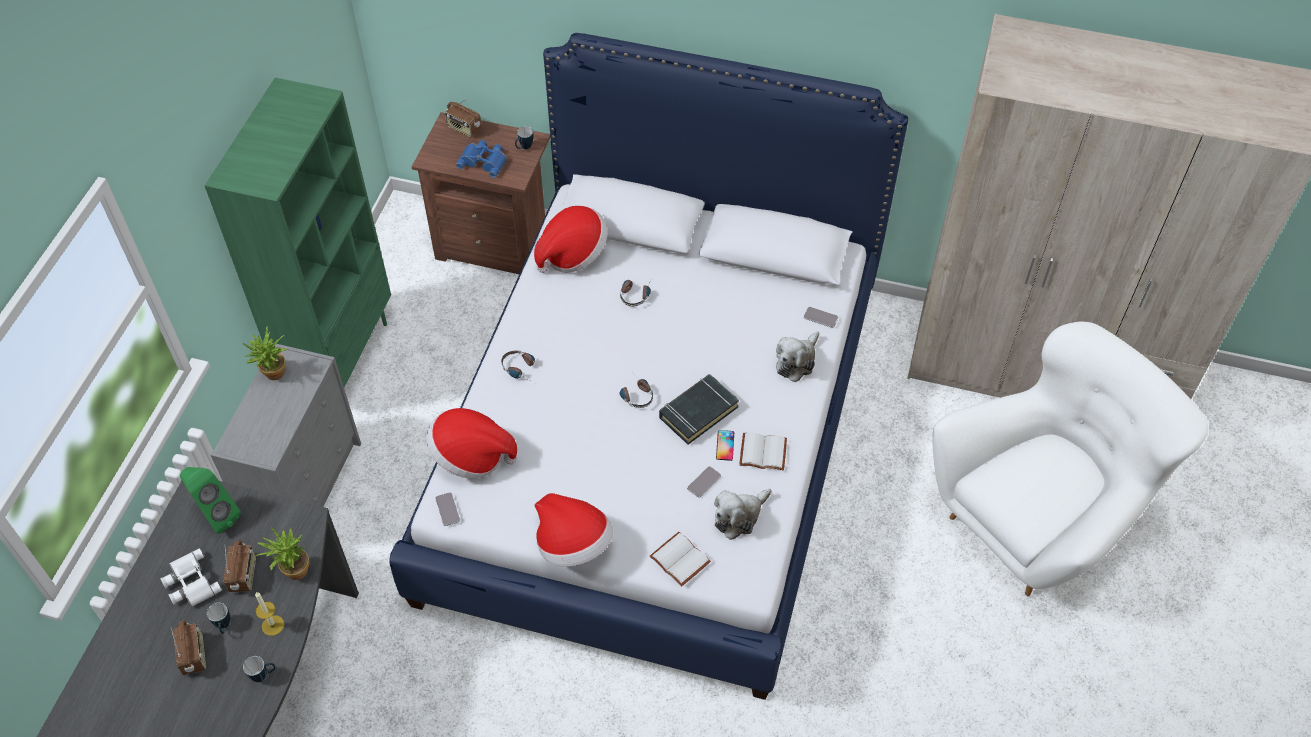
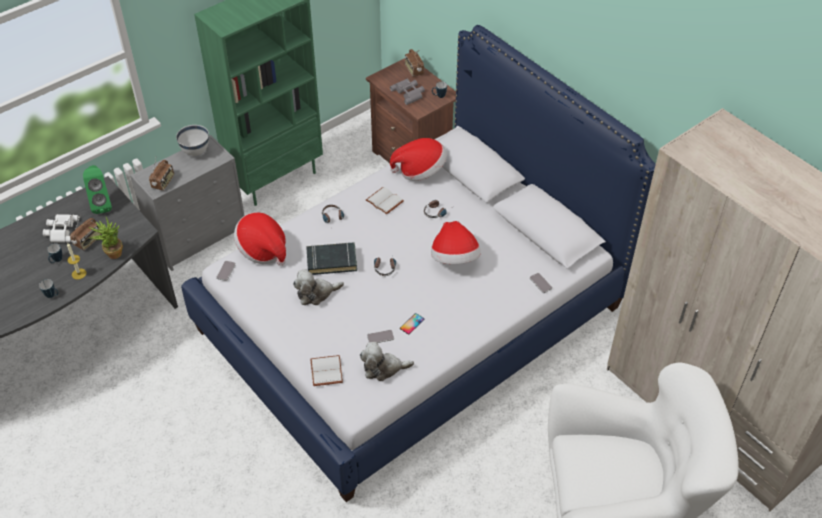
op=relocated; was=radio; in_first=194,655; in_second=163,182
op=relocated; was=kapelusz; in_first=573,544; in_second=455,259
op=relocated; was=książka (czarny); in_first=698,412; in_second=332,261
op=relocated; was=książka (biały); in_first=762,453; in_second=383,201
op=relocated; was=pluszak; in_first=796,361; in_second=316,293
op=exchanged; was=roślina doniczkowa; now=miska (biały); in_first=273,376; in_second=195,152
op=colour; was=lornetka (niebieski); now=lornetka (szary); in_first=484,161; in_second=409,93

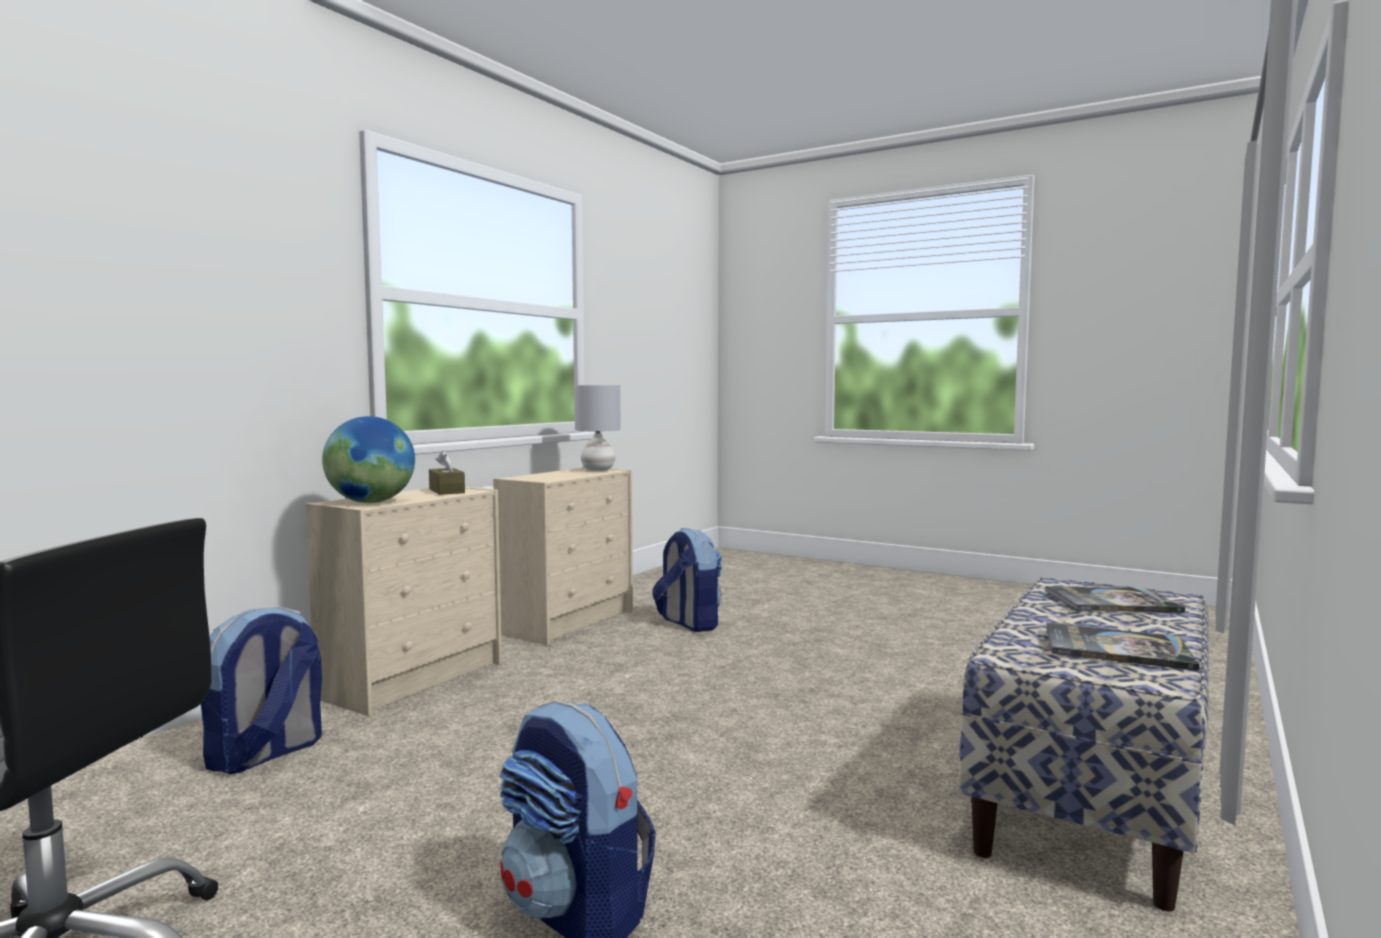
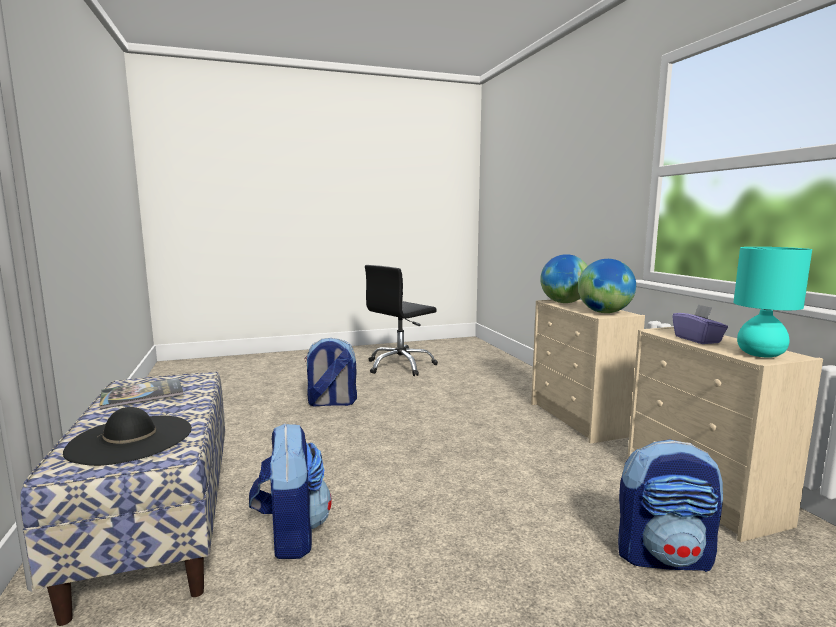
op=appeared; now=pudełko chusteczek (fioletowy); in_second=697,340
op=relocated; was=plecak; in_first=265,754; in_second=291,534
op=exchanged; was=pudełko chusteczek (brązowy); now=globus; in_first=446,491; in_second=604,312
op=exchanged; was=książka; now=kapelusz (czarny); in_first=1111,602; in_second=131,439
op=colour; was=lampa stołowa (szary); now=lampa stołowa (turkusowy); in_first=598,469; in_second=761,354

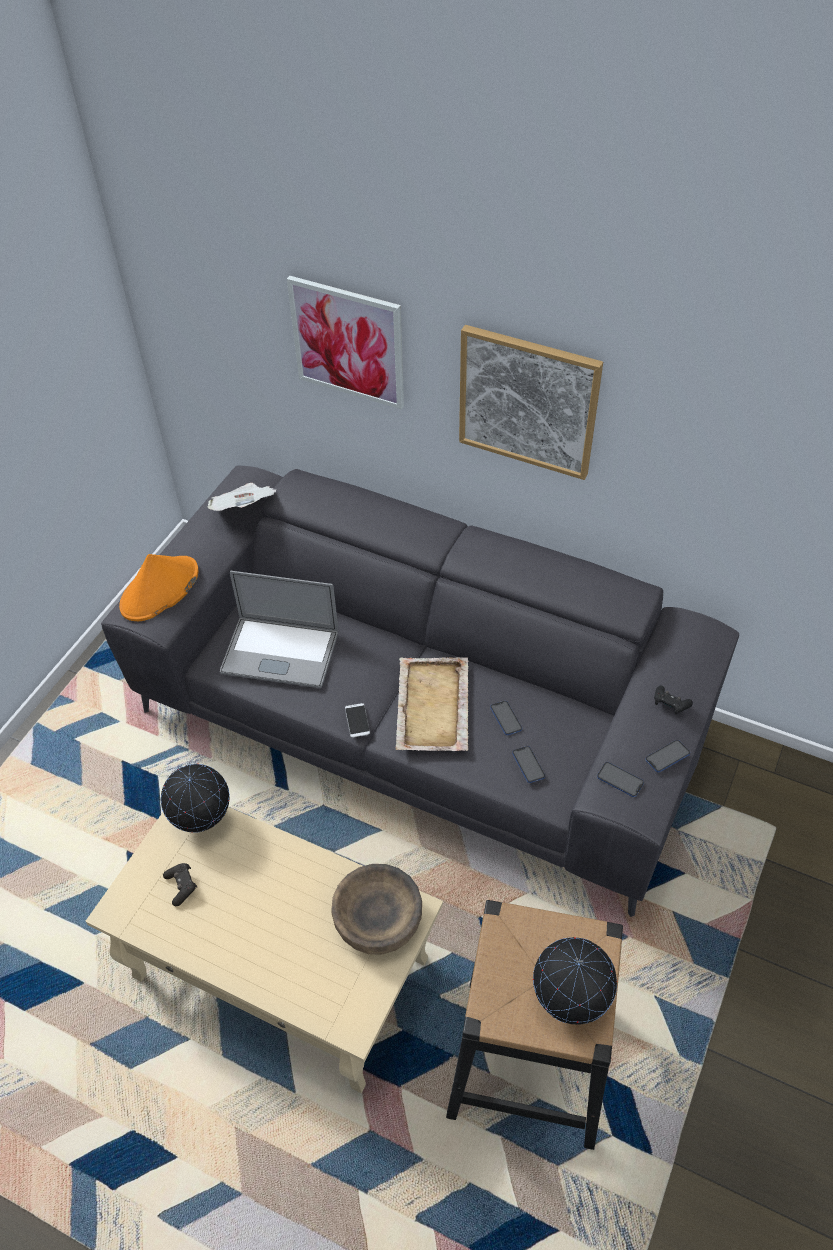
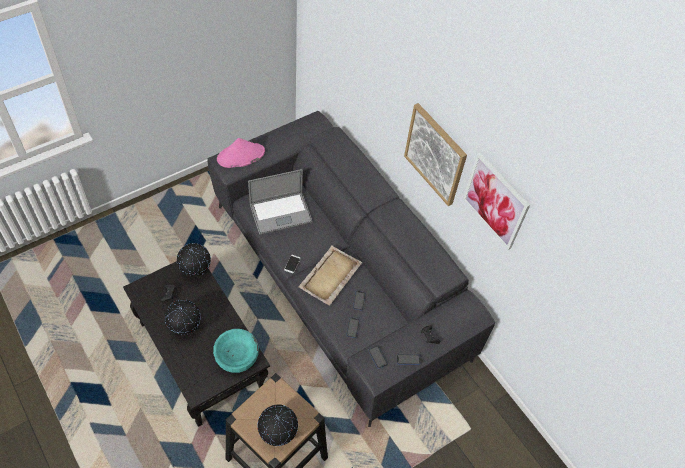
op=missing; was=gazeta; in_first=244,510
op=appeared; now=globus; in_second=185,327
op=relocated; was=obraz; in_first=348,342; in_second=495,201
op=colour; was=ława (beżowy); now=ława (czarny); in_first=283,969; in_second=202,356
op=colour; was=kapelusz (pomarańczowy); now=kapelusz (różowy); in_first=159,590; in_second=240,156
op=colour; was=miska (brązowy); now=miska (turkusowy); in_first=378,920; in_second=237,356
op=spun; was=laptop; in_first=280,652; in_second=280,213; clockwise=-60

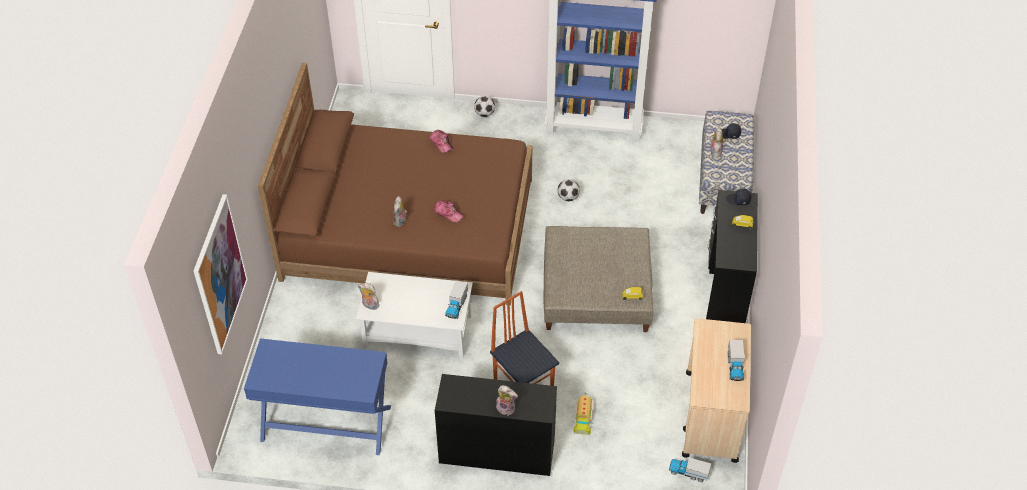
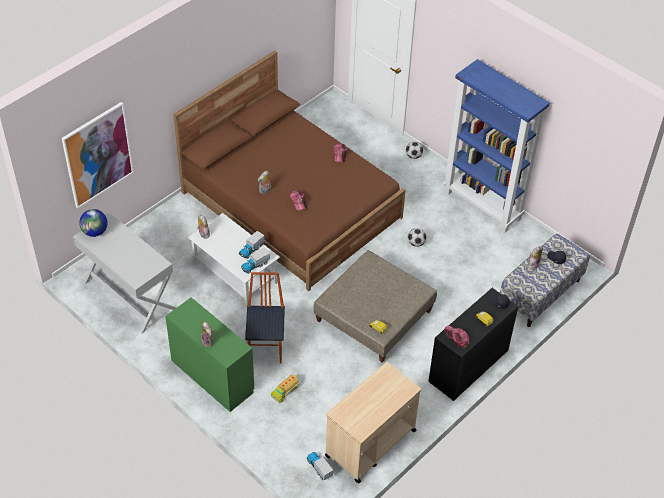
op=appeared; now=globus; in_second=95,232
op=appeared; now=czapka z daszkiem; in_second=456,337
op=relocated; was=ciężarówka zabawkowa; in_first=735,366; in_second=251,250
op=colour; was=stolik konsolowy (niebieski); now=stolik konsolowy (biały); in_first=326,423; in_second=129,295
op=colour; was=biurko (czarny); now=biurko (zielony); in_first=496,451; in_second=212,376

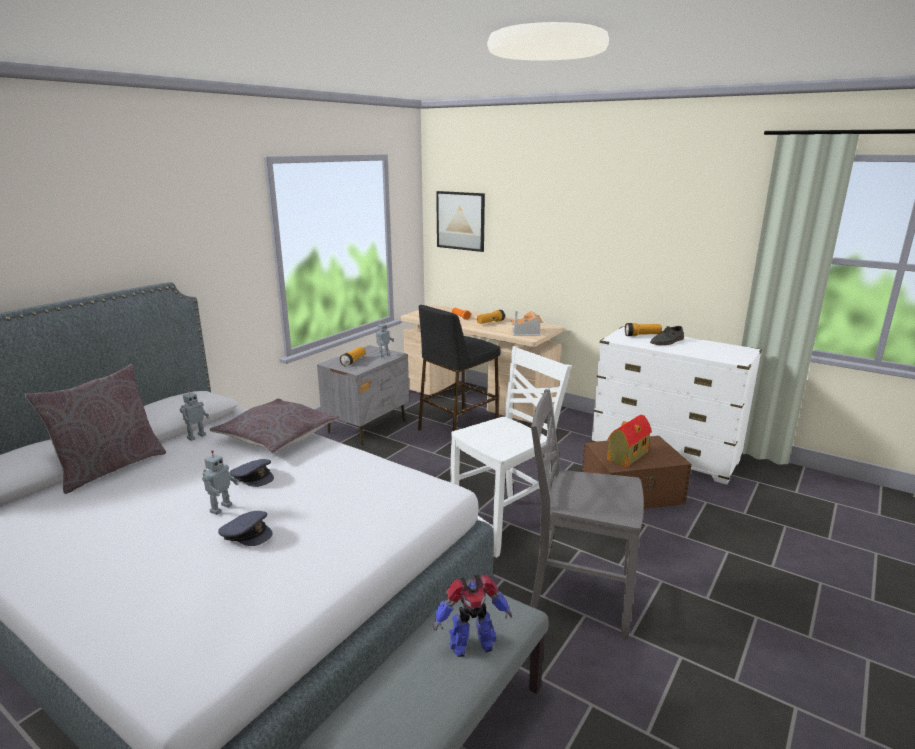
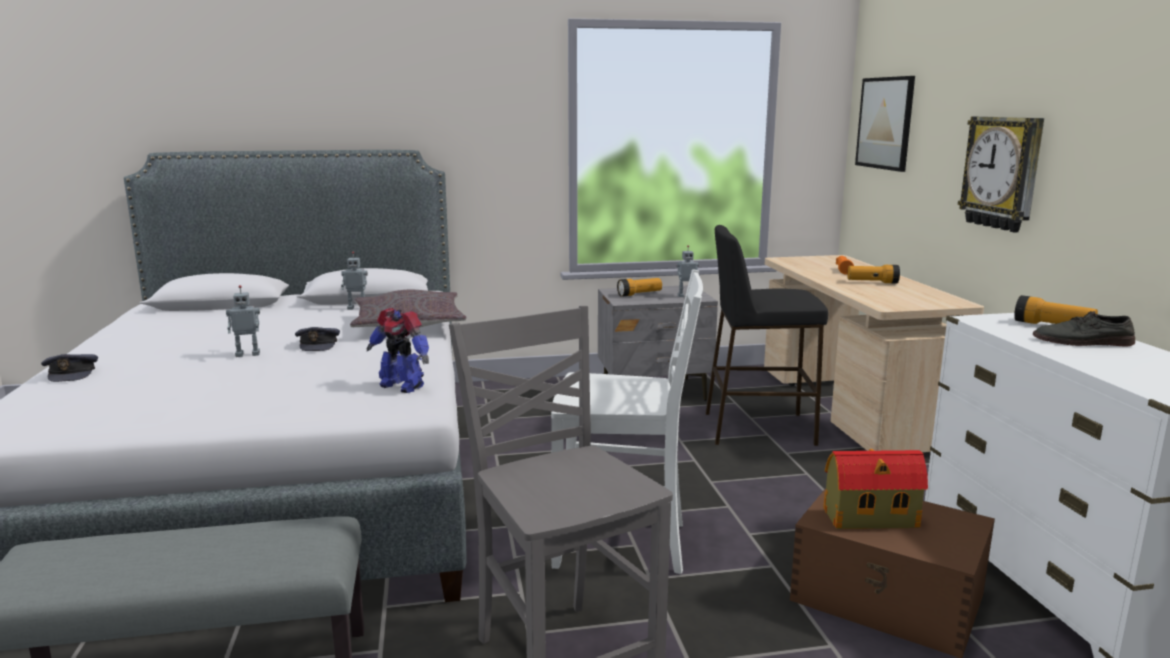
op=missing; was=poduszka (szary); in_first=110,468
op=missing; was=domek; in_first=526,332
op=appeared; now=zegar ścienny; in_second=1002,173
op=relocated; was=czapka z daszkiem (szary); in_first=247,534; in_second=72,373
op=relocated; was=robot zabawkowy; in_first=471,644; in_second=402,386

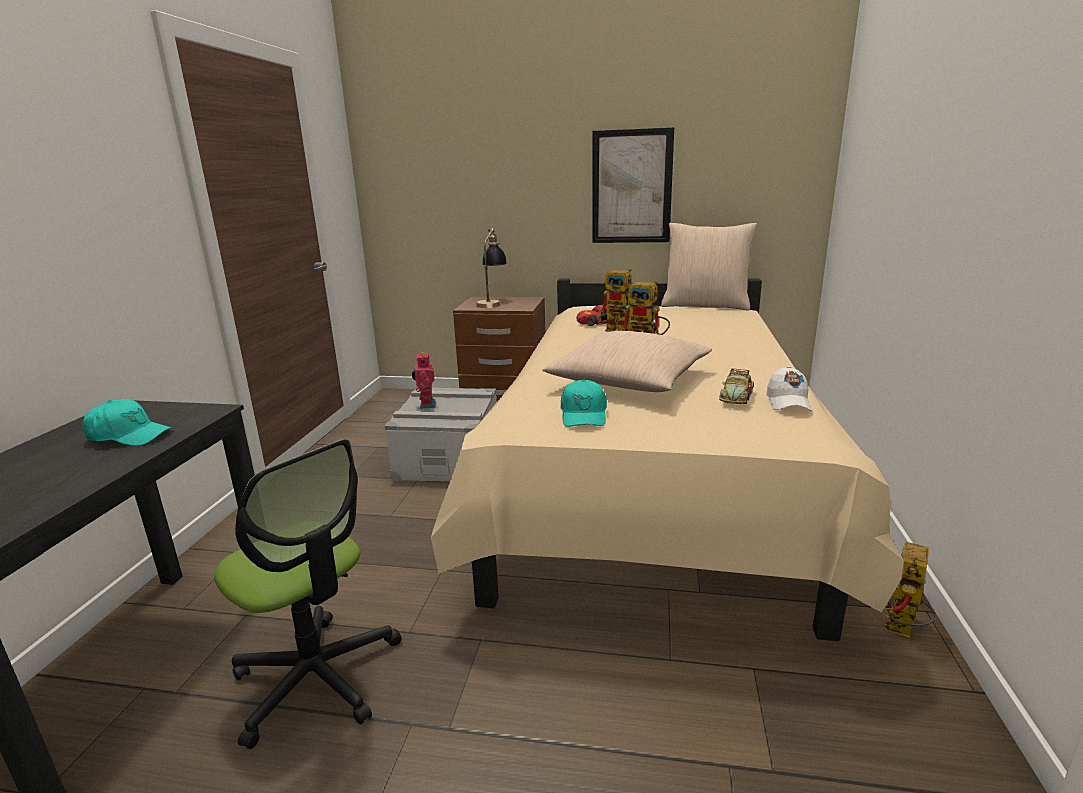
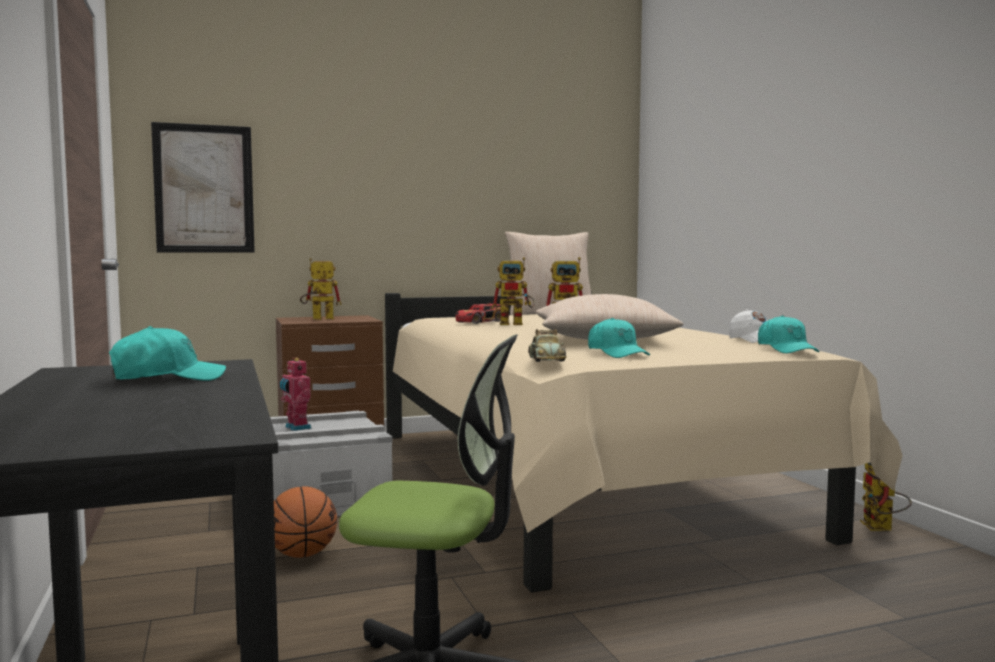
op=appeared; now=piłka do koszykówki; in_second=302,555
op=appeared; now=czapka z daszkiem (turkusowy); in_second=786,349
op=relocated; was=obraz; in_first=631,187; in_second=204,189
op=relocated; was=samochodzik; in_first=736,397; in_second=546,360
op=exchanged; was=lampa stołowa; now=robot zabawkowy; in_first=492,303; in_second=318,319

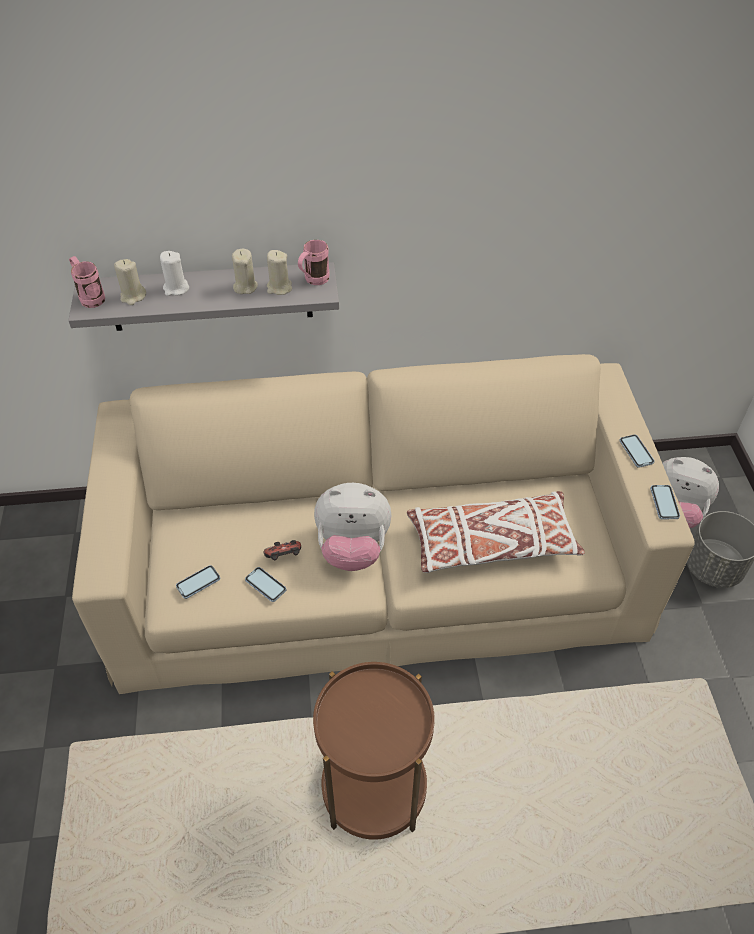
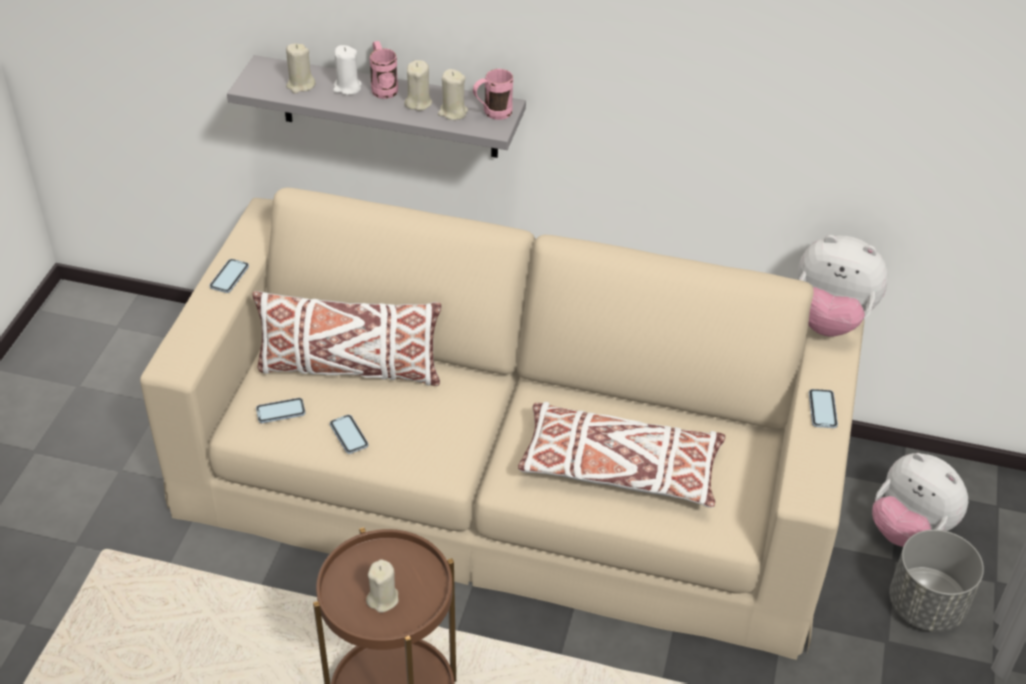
op=missing; was=pad do gier; in_first=284,557
op=appeared; now=poduszka (biały); in_second=349,369
op=appeared; now=świeca (beżowy); in_second=383,599
op=relocated; was=kubek (różowy); in_first=90,296; in_second=383,87
op=relocated; was=pluszak; in_first=353,549; in_second=830,320
op=relocated; was=telefon; in_first=664,503; in_second=229,277

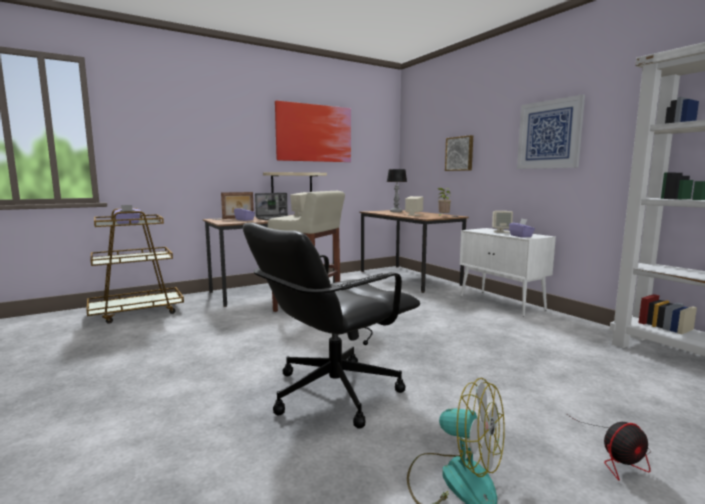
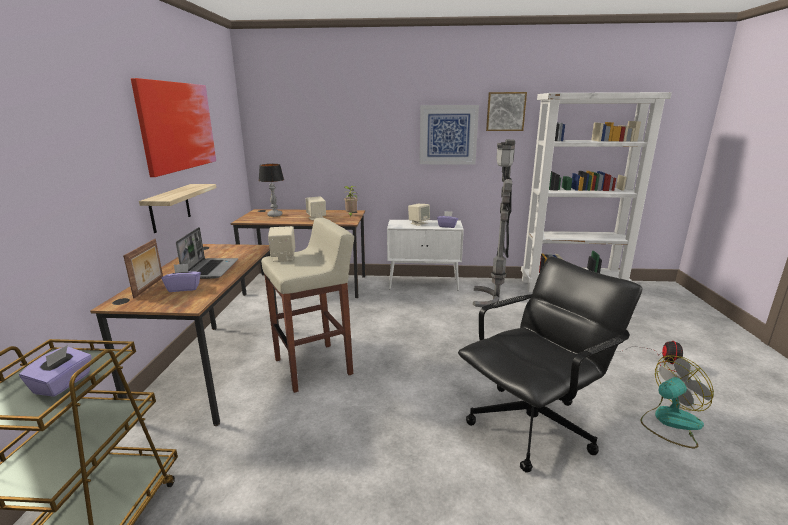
op=appeared; now=lampa stojąca (szary); in_second=493,298
op=relocated; was=obraz; in_first=460,153; in_second=505,111
op=spun; was=krzesło biurowe (czarny); in_first=333,392; in_second=532,426; clockwise=-120

